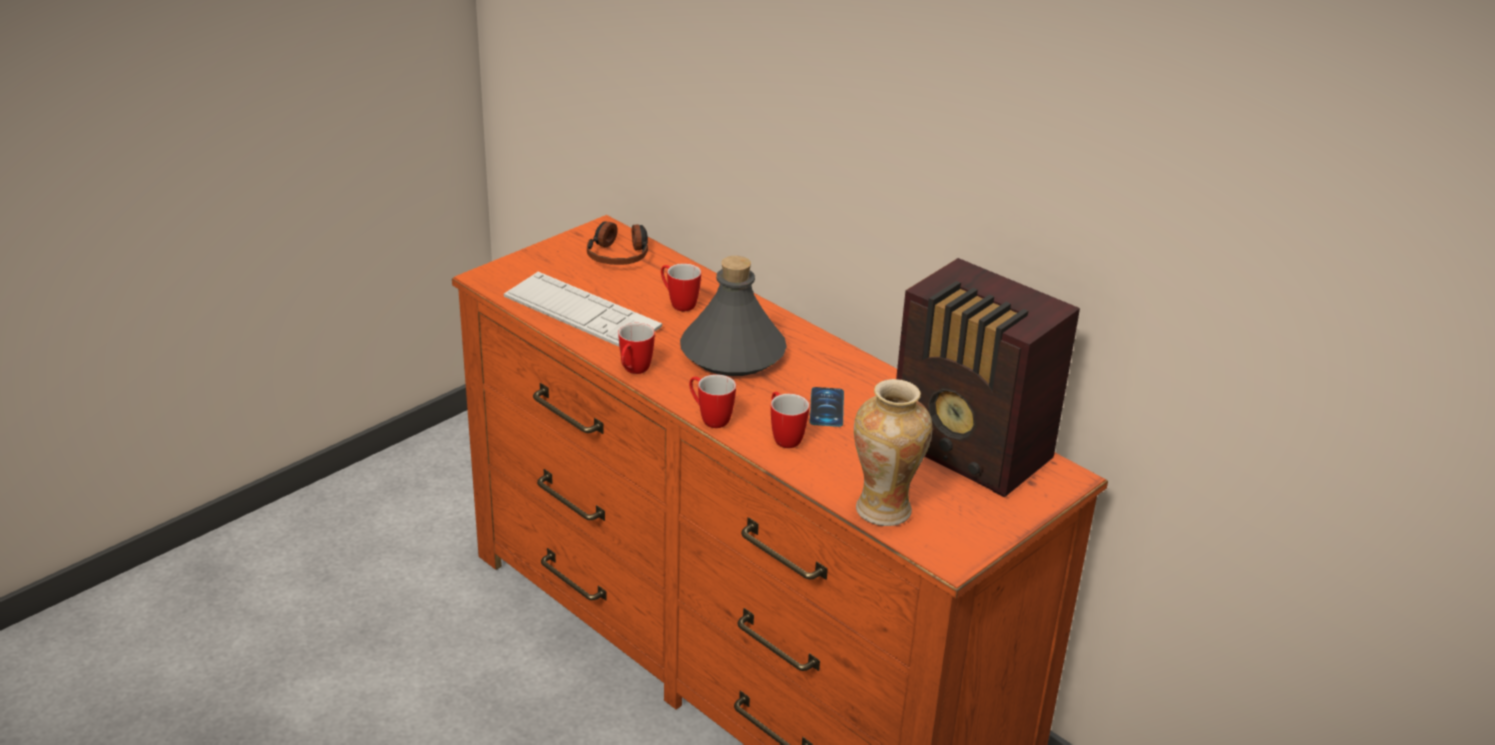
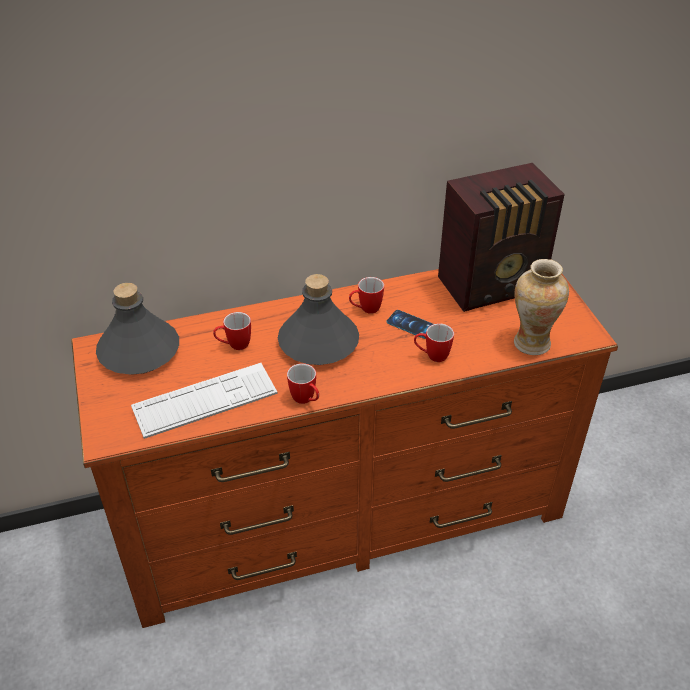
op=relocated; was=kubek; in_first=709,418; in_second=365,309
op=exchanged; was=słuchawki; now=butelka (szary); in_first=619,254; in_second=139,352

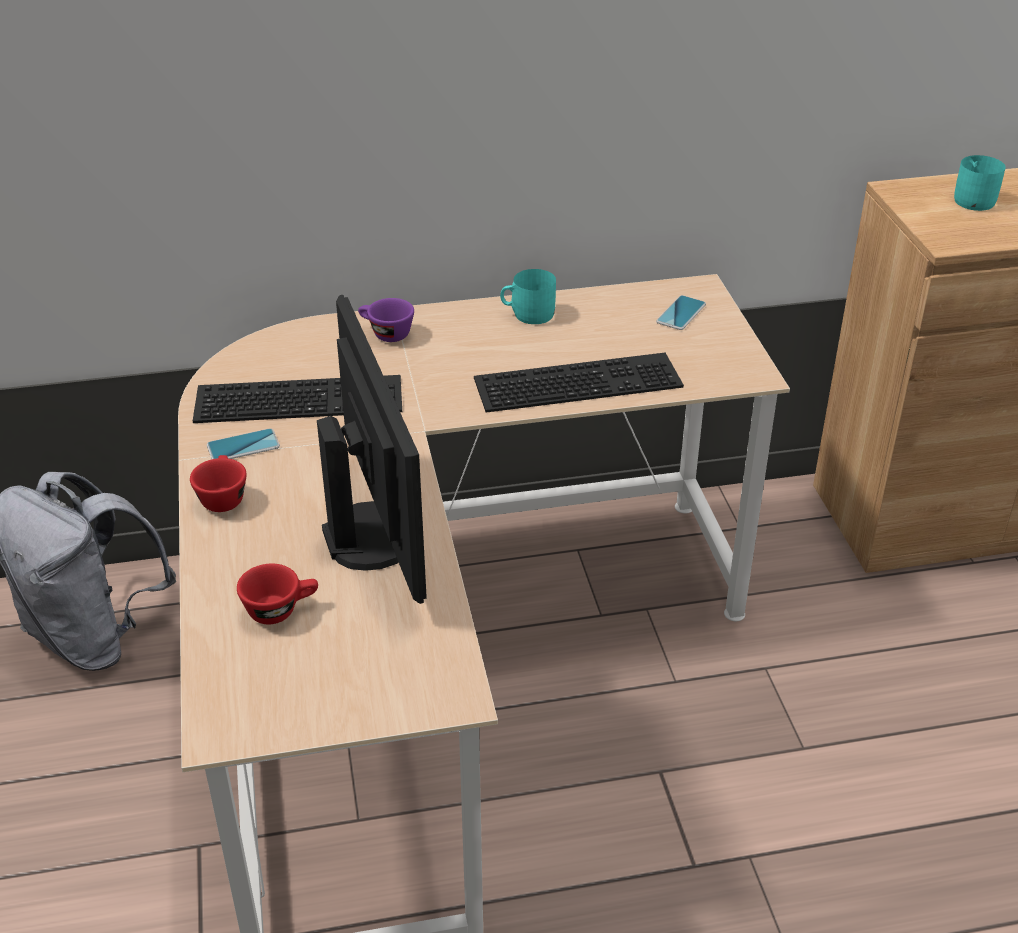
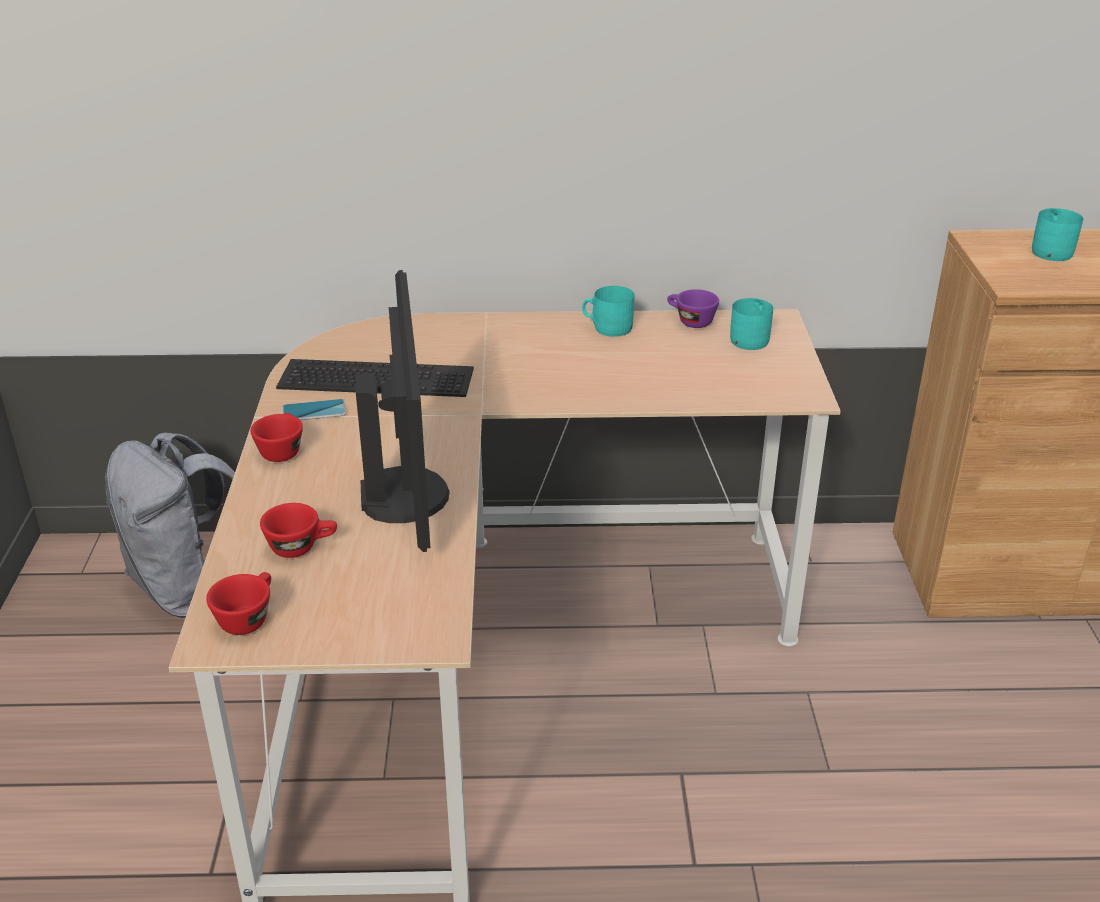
op=missing; was=klawiatura; in_first=579,380
op=appeared; now=filiżanka (czerwony); in_second=248,617
op=relocated; was=filiżanka (fioletowy); in_first=385,334; in_second=690,321
op=exchanged; was=telefon; now=kubek (turkusowy); in_first=681,313; in_second=752,339

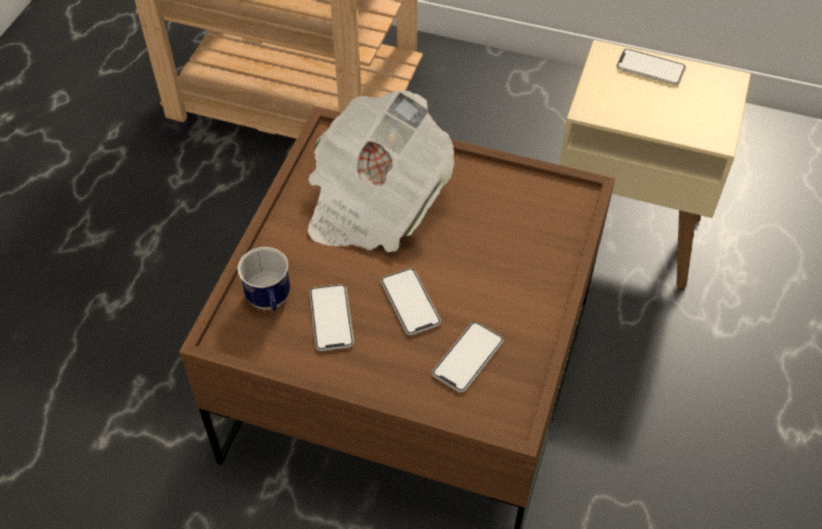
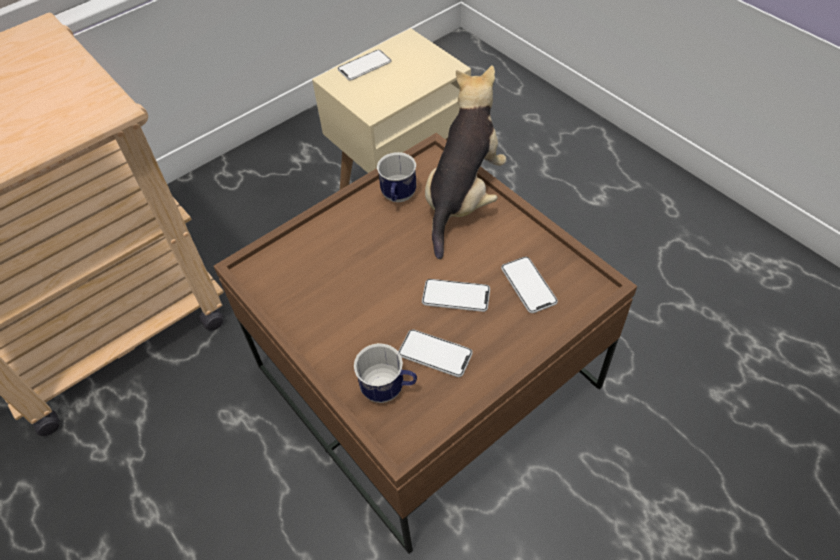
op=missing; was=gazeta; in_first=374,201
op=appeared; now=kubek; in_second=398,198
op=appeared; now=pluszak; in_second=463,198

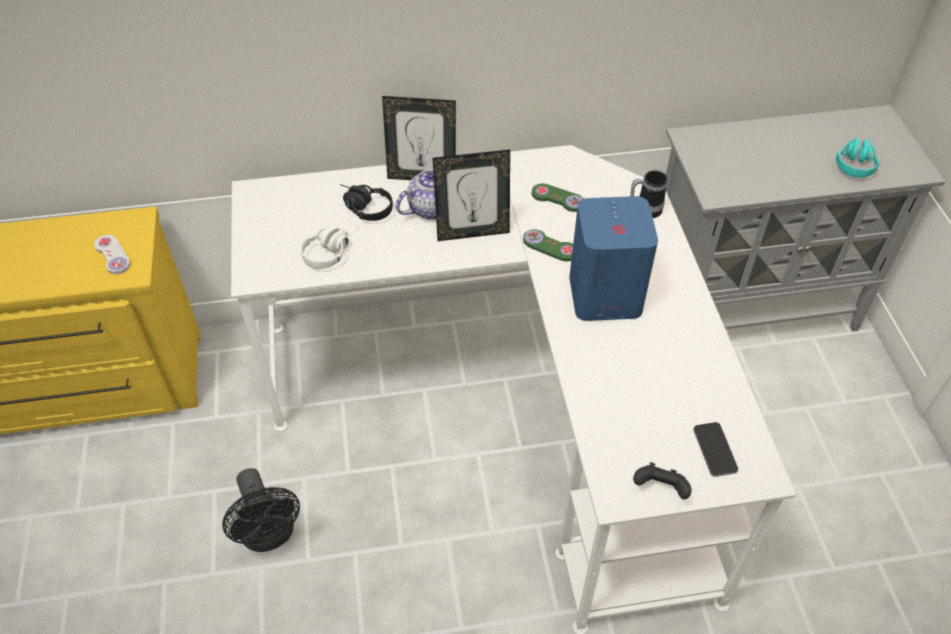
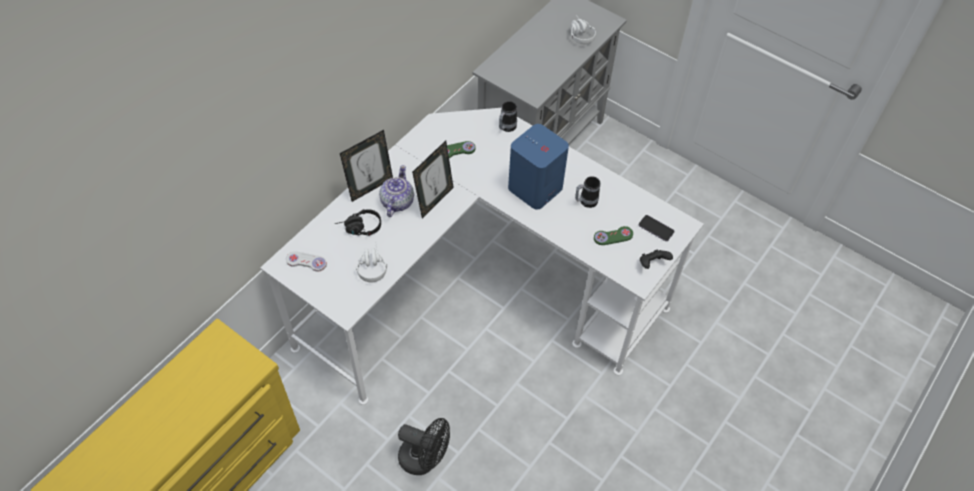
op=appeared; now=kubek; in_second=585,202
op=relocated; was=pad do gier (biały); in_first=112,255; in_second=306,262
op=relocated; was=pad do gier (zielony); in_first=550,246; in_second=613,236
op=colour; was=słuchawki (turkusowy); now=słuchawki (biały); in_first=855,162; in_second=579,34

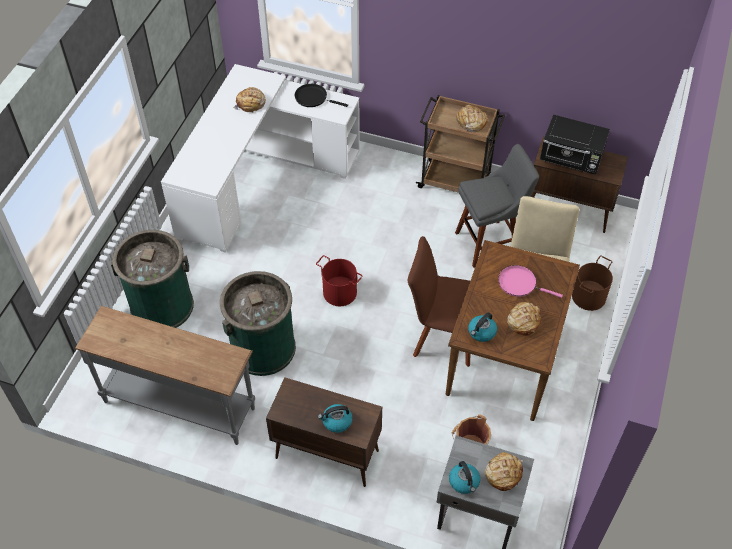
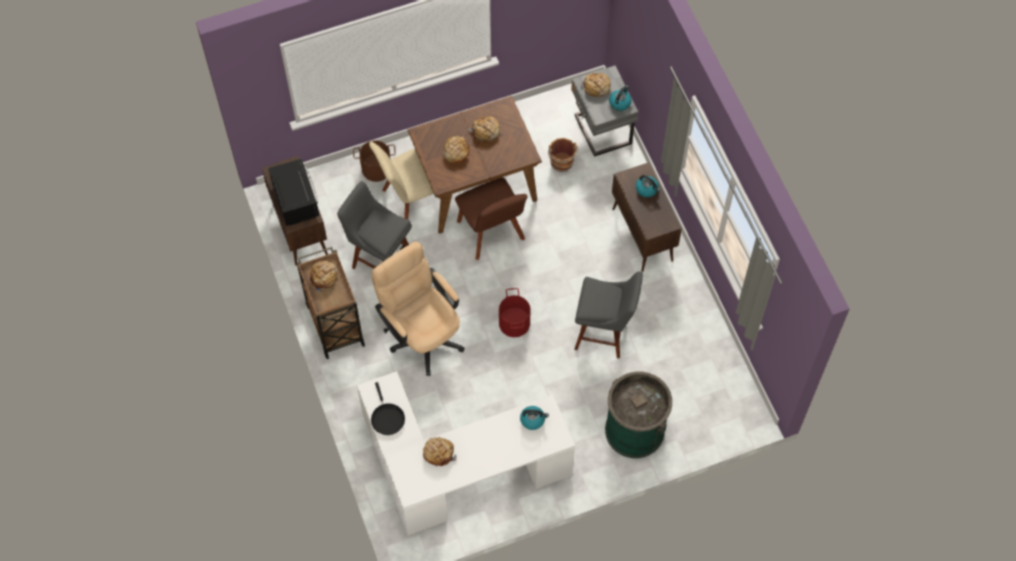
op=missing; was=stolik konsolowy (szary); in_first=180,404
op=appeared; now=krzesło biurowe (beżowy); in_second=421,334
op=relocated; was=czajnik; in_first=481,332; in_second=533,419
op=exchanged; was=kosz na śmieci (zielony); now=stołek (szary); in_first=263,348; in_second=604,334
op=exchanged; was=patelnia (różowy); now=chleb; in_first=520,284; in_second=456,152

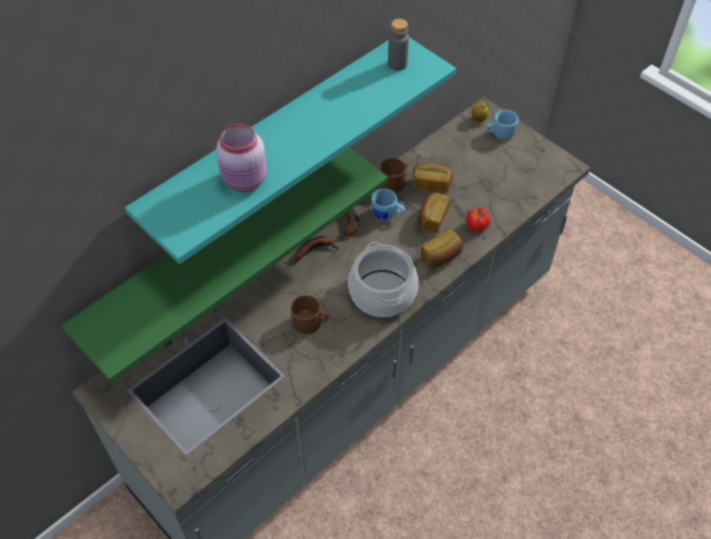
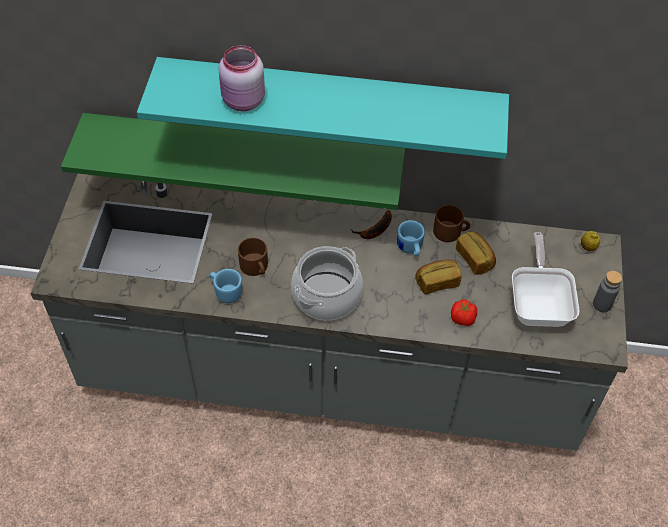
op=missing; was=banan; in_first=315,249
op=missing; was=chleb; in_first=441,257
op=appeared; now=patelnia; in_second=538,304
op=relocated; was=butelka (szary); in_first=397,64; in_second=602,304
op=relocated; was=kubek (niebieski); in_first=499,134; in_second=226,291

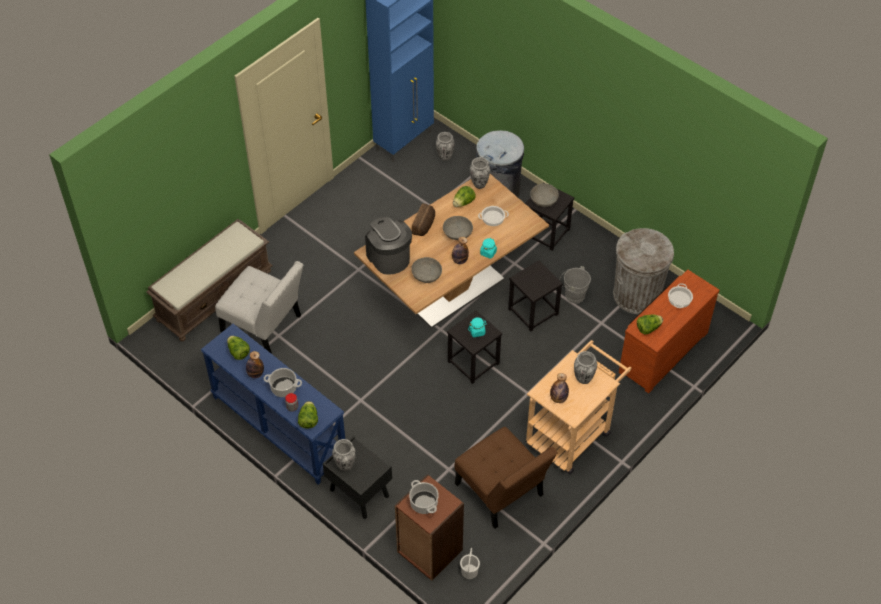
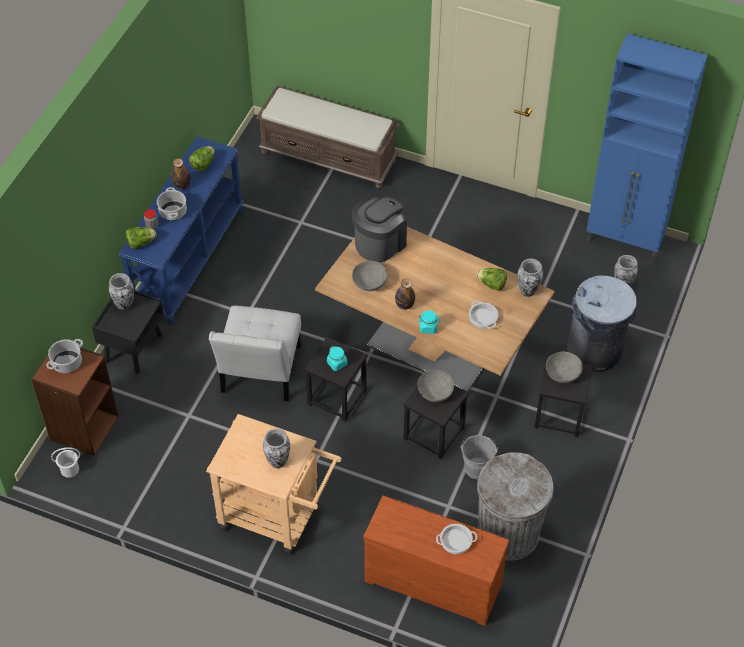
op=missing; was=chleb; in_first=424,225
op=missing; was=krzesło (brązowy); in_first=502,493
op=missing; was=butelka; in_first=558,398
op=missing; was=sałata; in_first=648,328
op=relocated; was=krzesło (biały); in_first=265,326; in_second=260,373
op=relocated; was=miska (szary); in_first=457,233; in_second=435,392

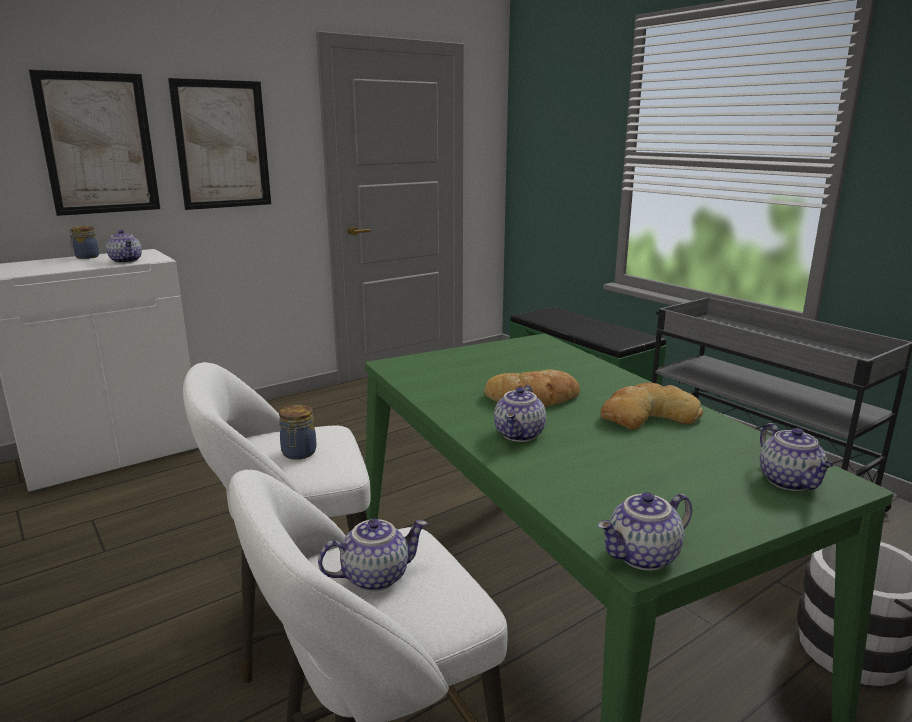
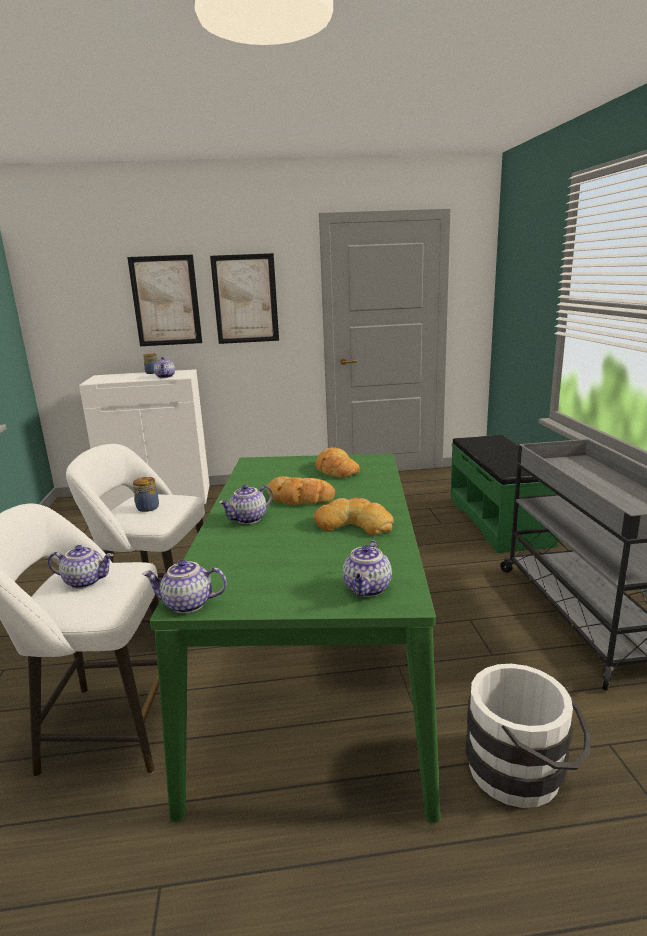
op=appeared; now=chleb; in_second=336,469

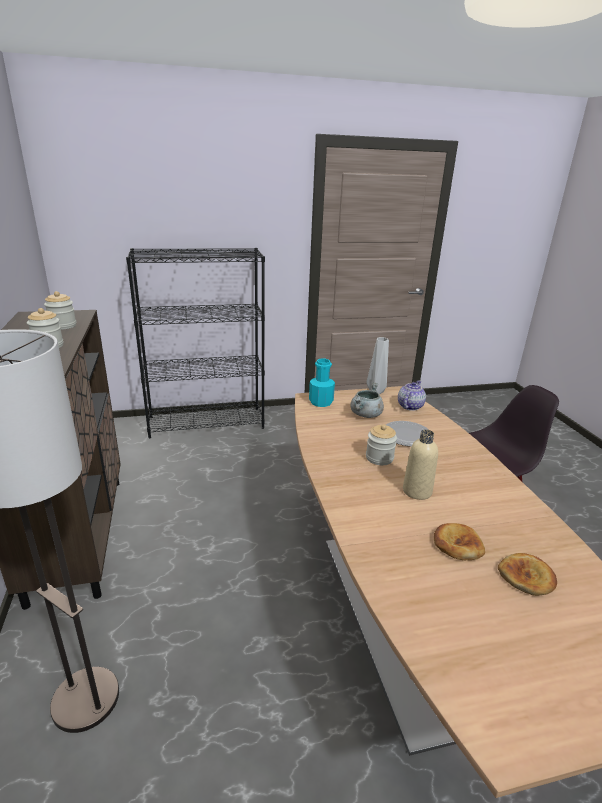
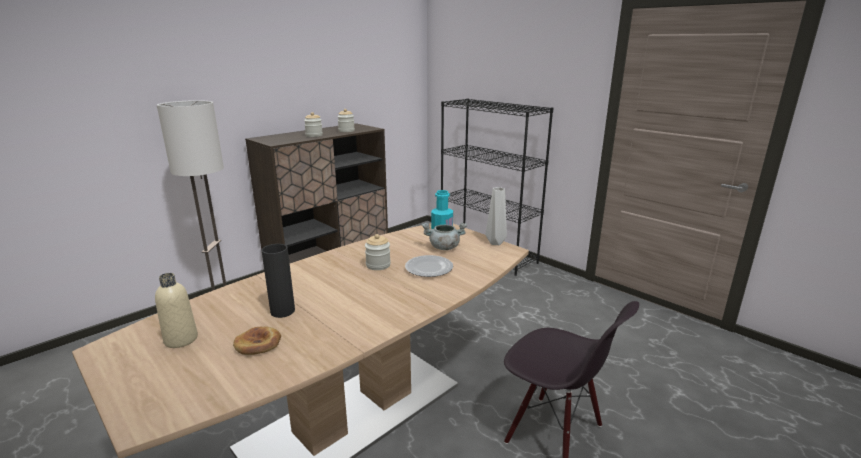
op=missing; was=imbryk; in_first=409,406
op=relocated; was=butelka (beżowy); in_first=417,491; in_second=181,339
op=exchanged; was=chleb; now=wazon (czarny); in_first=457,544; in_second=282,311

